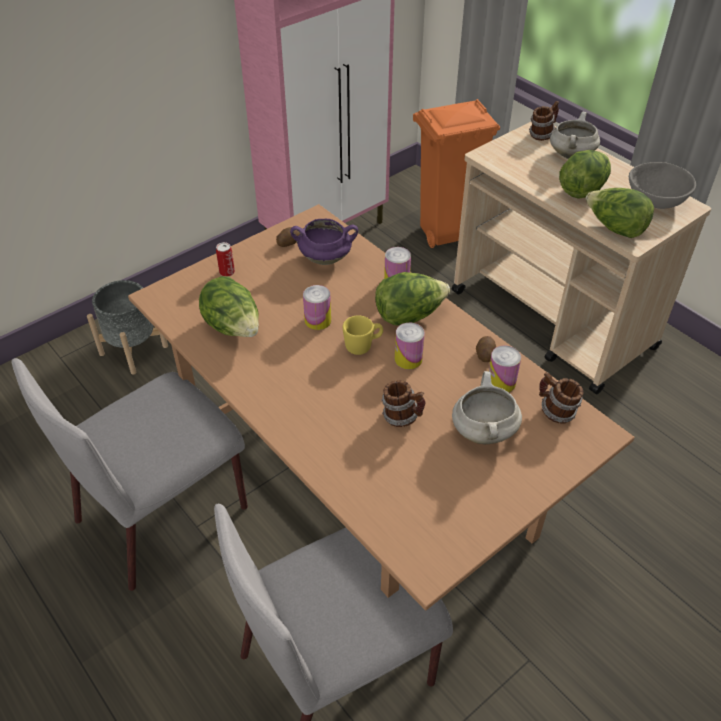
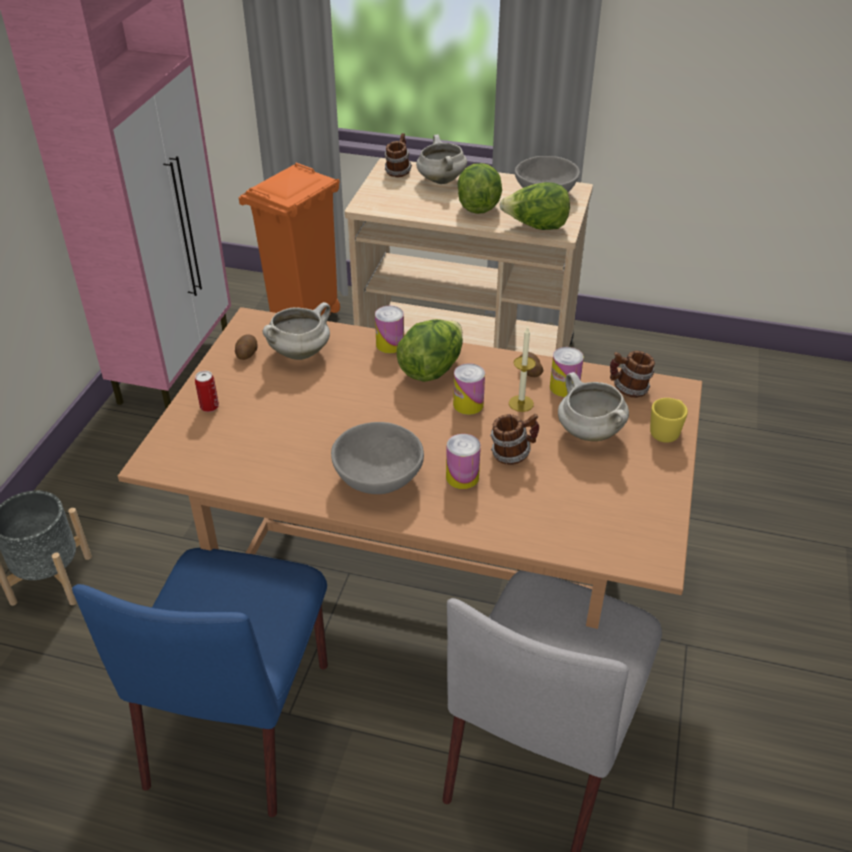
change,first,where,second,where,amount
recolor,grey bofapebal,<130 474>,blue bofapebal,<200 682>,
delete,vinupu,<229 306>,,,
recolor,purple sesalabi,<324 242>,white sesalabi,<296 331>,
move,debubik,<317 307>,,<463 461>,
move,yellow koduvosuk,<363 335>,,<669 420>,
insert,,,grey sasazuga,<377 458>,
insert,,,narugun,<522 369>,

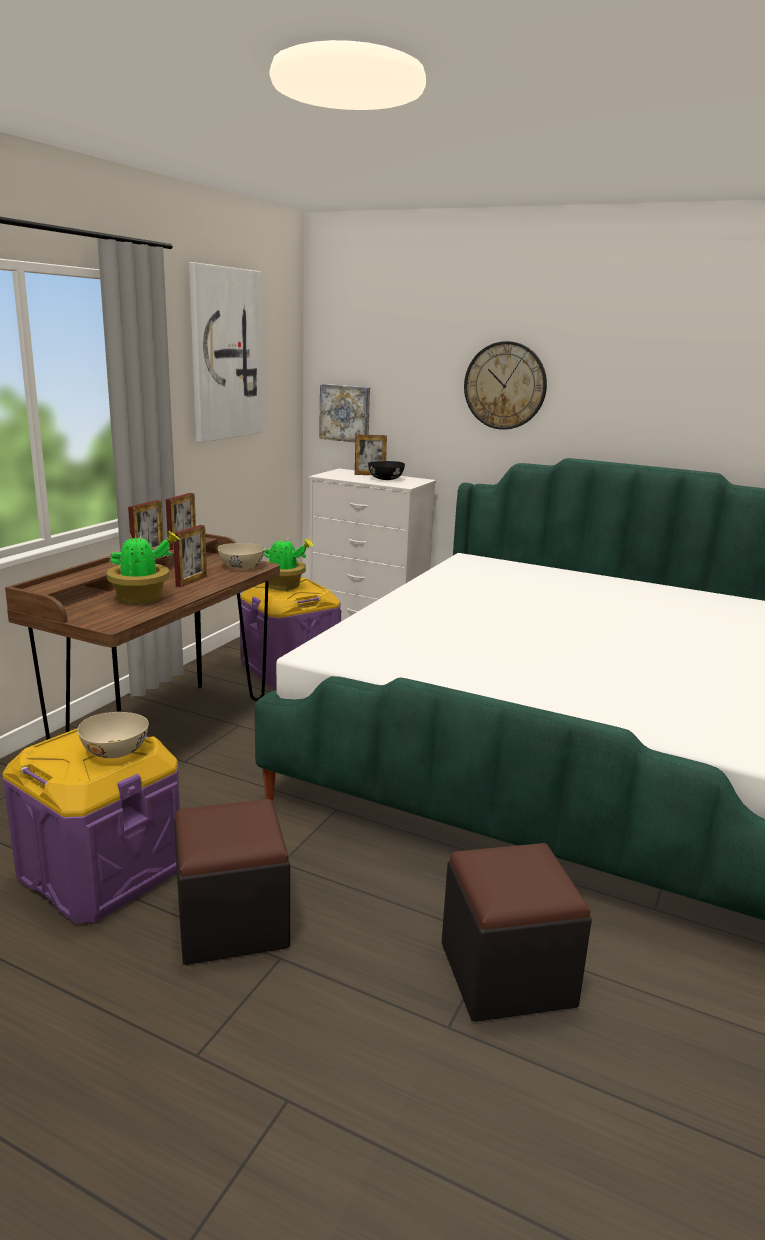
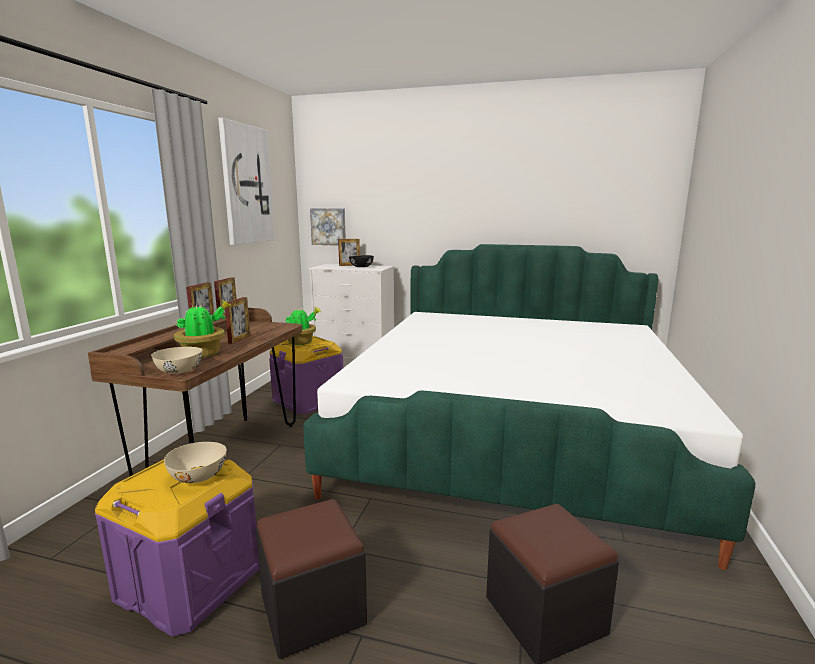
change,first,where,second,where,amount
move,beige sasazuga,<241 556>,,<176 360>,
delete,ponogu,<505 385>,,,

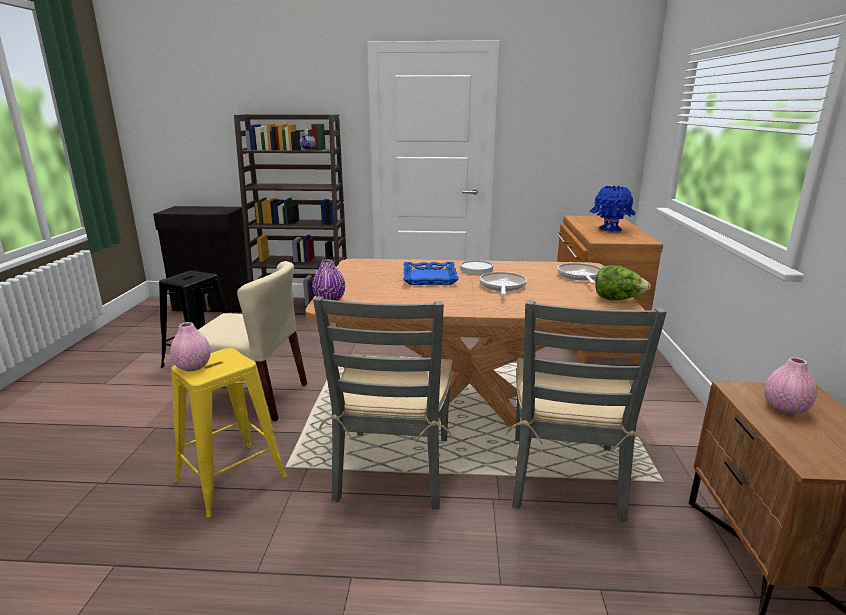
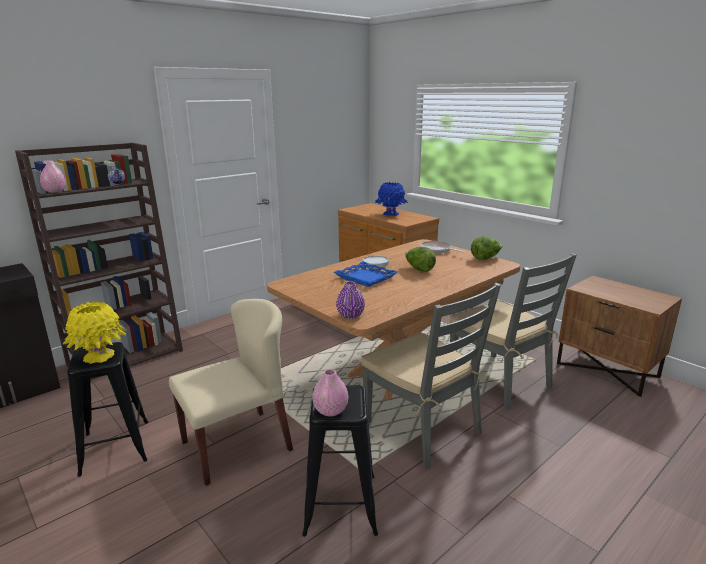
change,first,where,second,where,amount
recolor,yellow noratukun,<229 432>,black noratukun,<340 461>,
replace,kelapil,<503 283>,vinupu,<420 259>,
move,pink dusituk,<790 386>,,<53 176>,
insert,,,yellow dusituk,<94 332>,

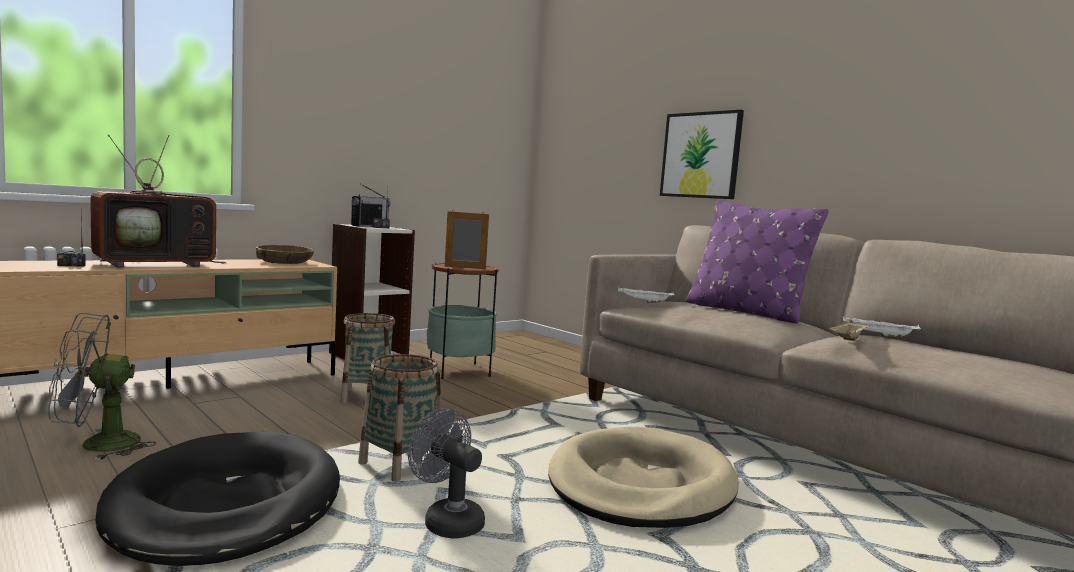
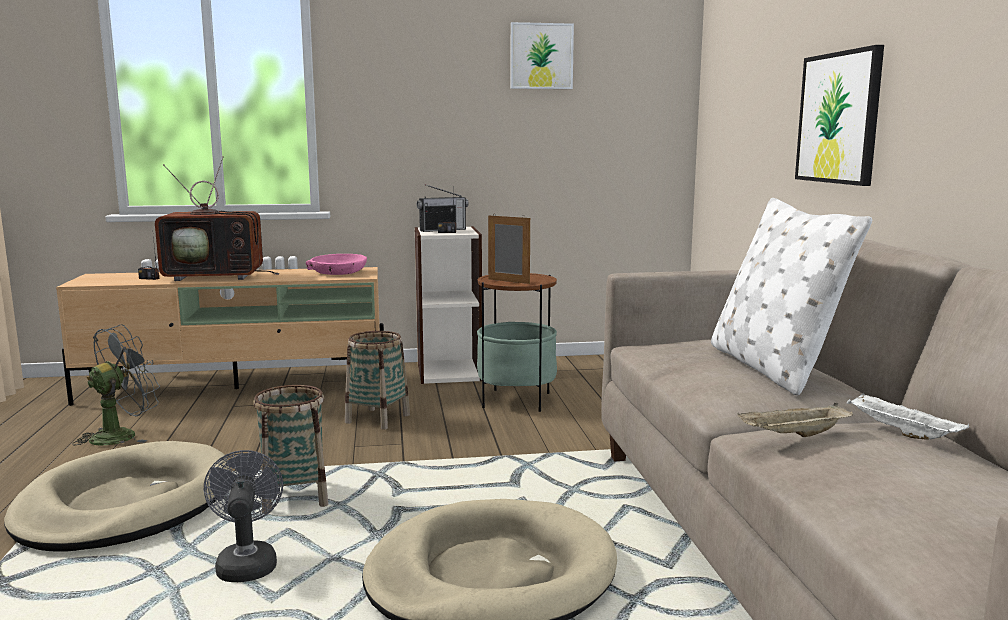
change,first,where,second,where,amount
rotate,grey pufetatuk,<102 386>,,<116 385>,120 degrees clockwise
recolor,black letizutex,<218 499>,beige letizutex,<117 496>,
recolor,brown sasazuga,<285 254>,pink sasazuga,<336 264>,
delete,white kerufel,<646 295>,,,
recolor,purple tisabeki,<756 261>,white tisabeki,<791 297>,
insert,,,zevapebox,<542 55>,

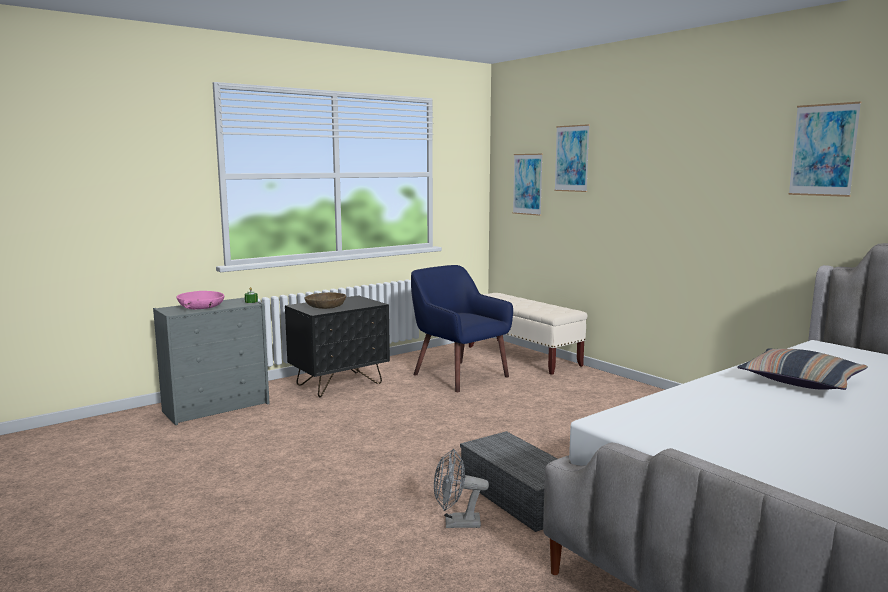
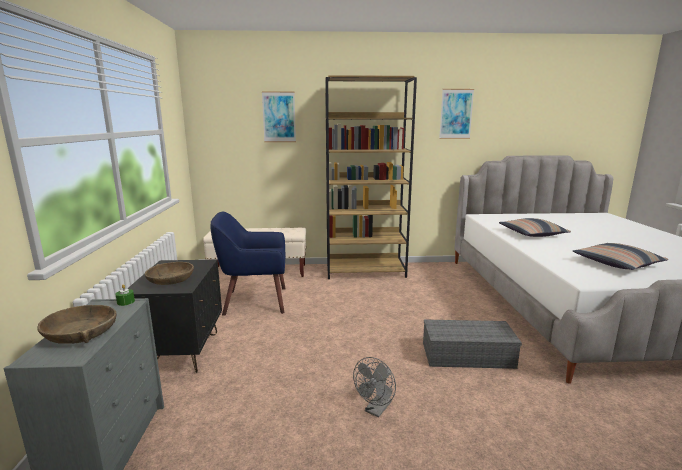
change,first,where,second,where,amount
recolor,pink sasazuga,<200 300>,brown sasazuga,<77 324>,
move,grey pufetatuk,<461 488>,,<374 387>,
delete,zevapebox,<528 185>,,,
insert,,,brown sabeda,<371 177>,
insert,,,tisabeki,<620 256>,

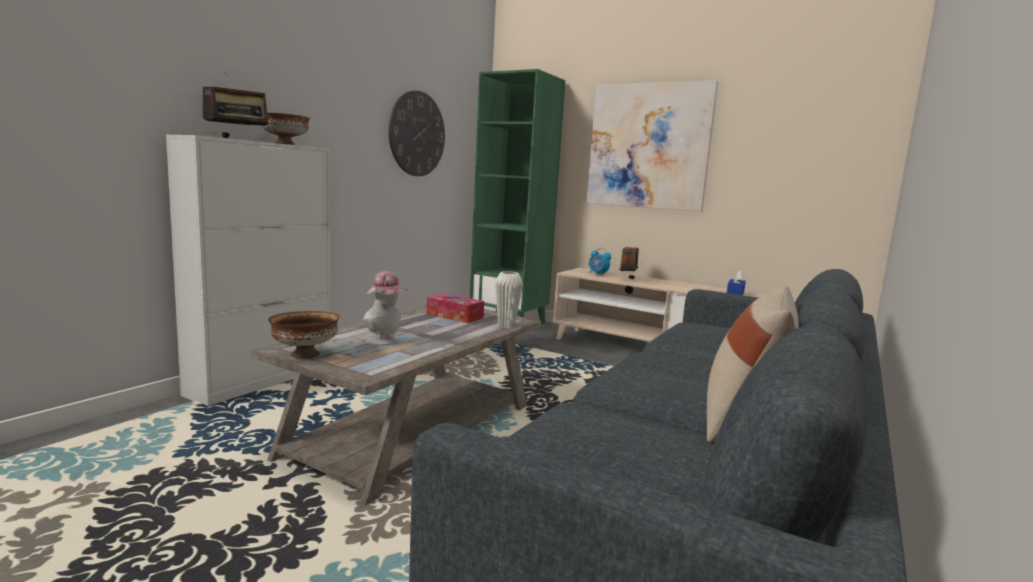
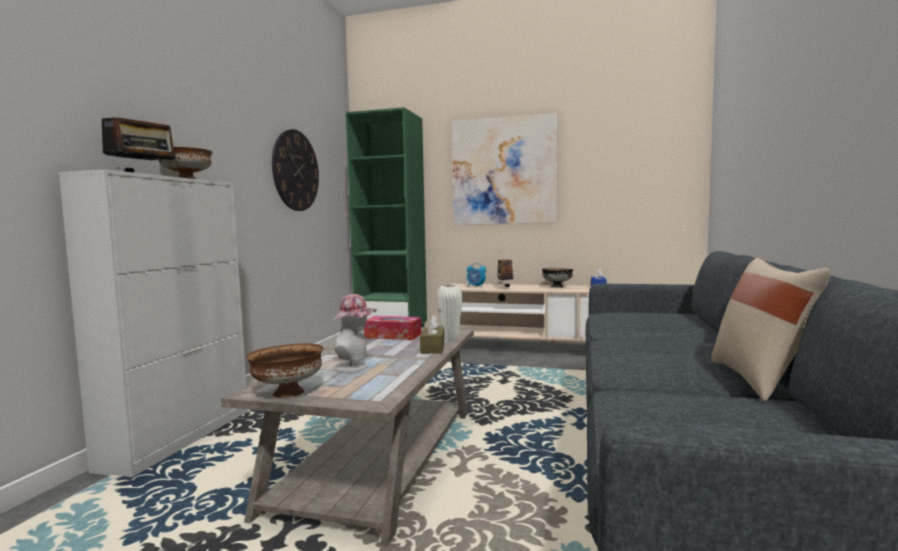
change,first,where,second,where,amount
insert,,,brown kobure,<432 334>,
insert,,,black sasazuga,<557 278>,

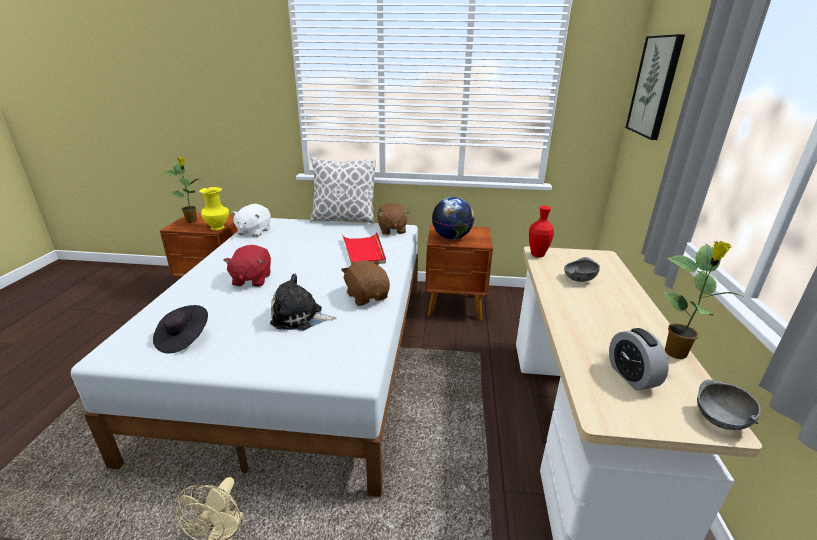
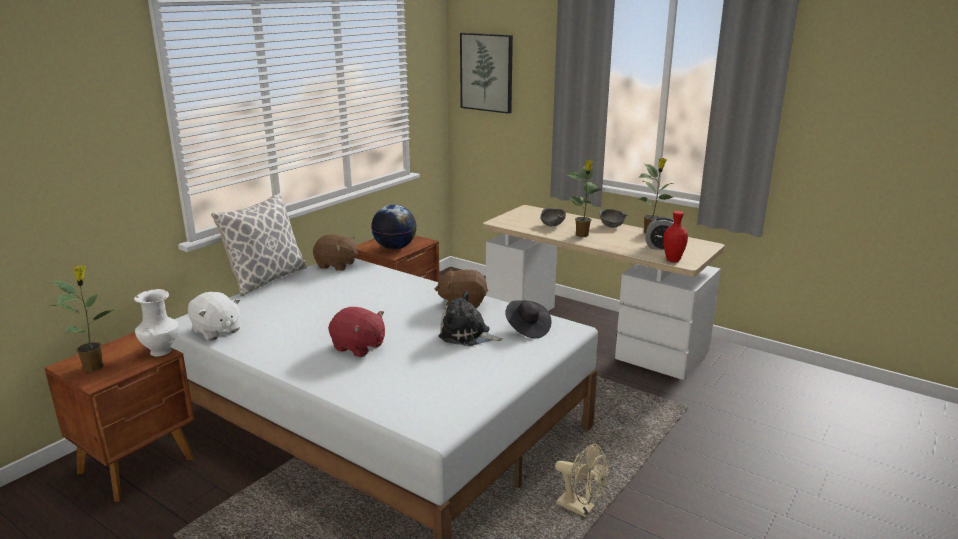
change,first,where,second,where,amount
move,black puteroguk,<180 329>,,<528 319>,
recolor,yellow dusituk,<214 208>,white dusituk,<156 322>,
rotate,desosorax,<303 302>,,<471 318>,75 degrees clockwise
delete,red kerufel,<364 248>,,,
move,red dusituk,<541 232>,,<675 236>,
move,grey sasazuga,<729 404>,,<613 218>,
insert,,,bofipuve,<585 198>,

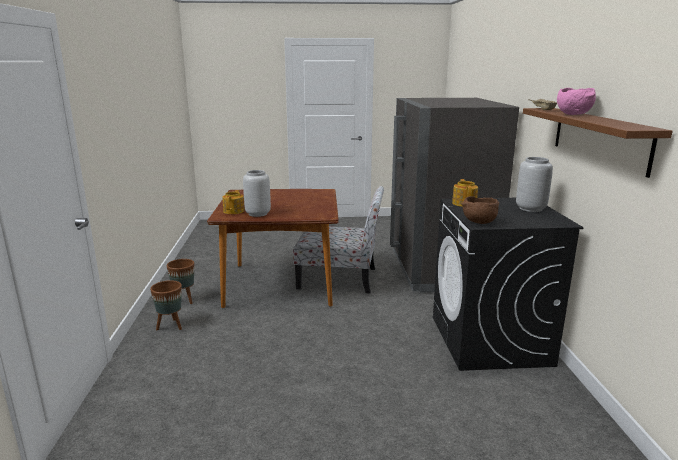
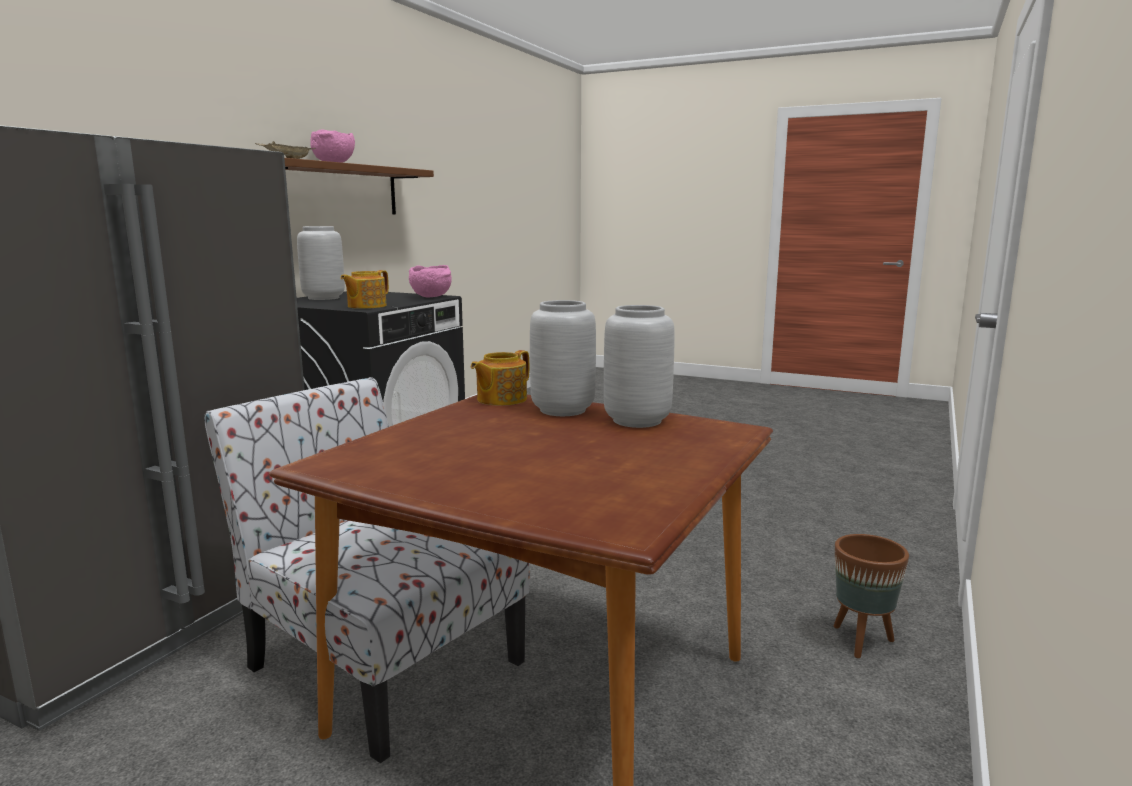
change,first,where,second,where,amount
delete,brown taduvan,<181 281>,,,
move,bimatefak,<233 202>,,<500 378>,
recolor,brown sasazuga,<480 210>,pink sasazuga,<430 281>,
insert,,,grey dusituk,<563 358>,

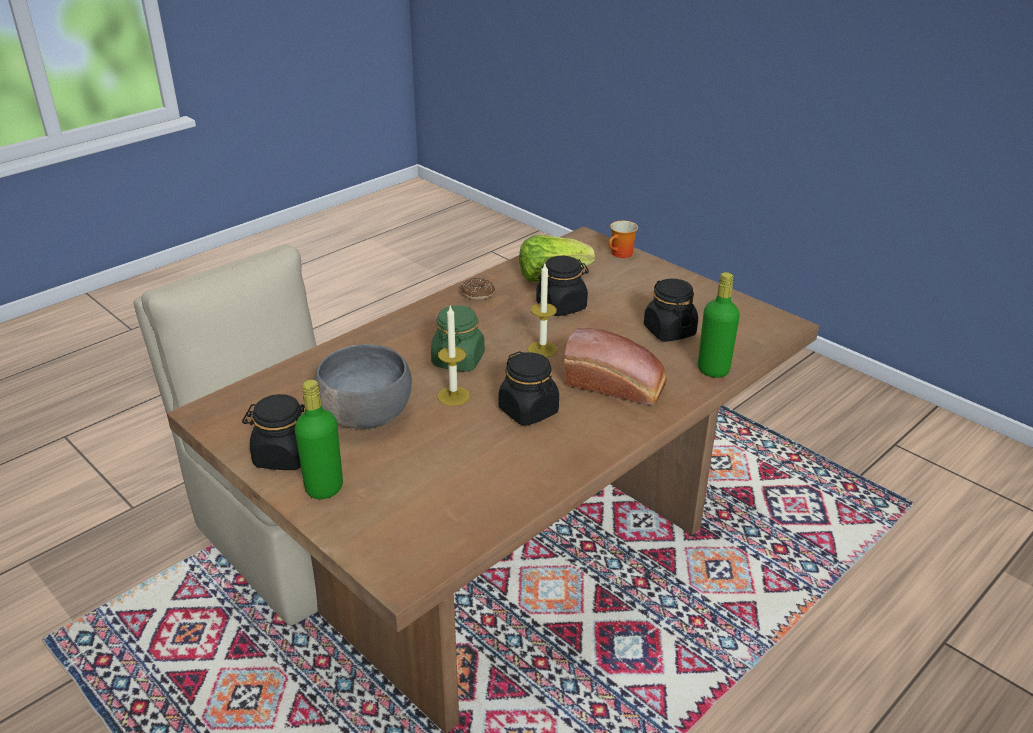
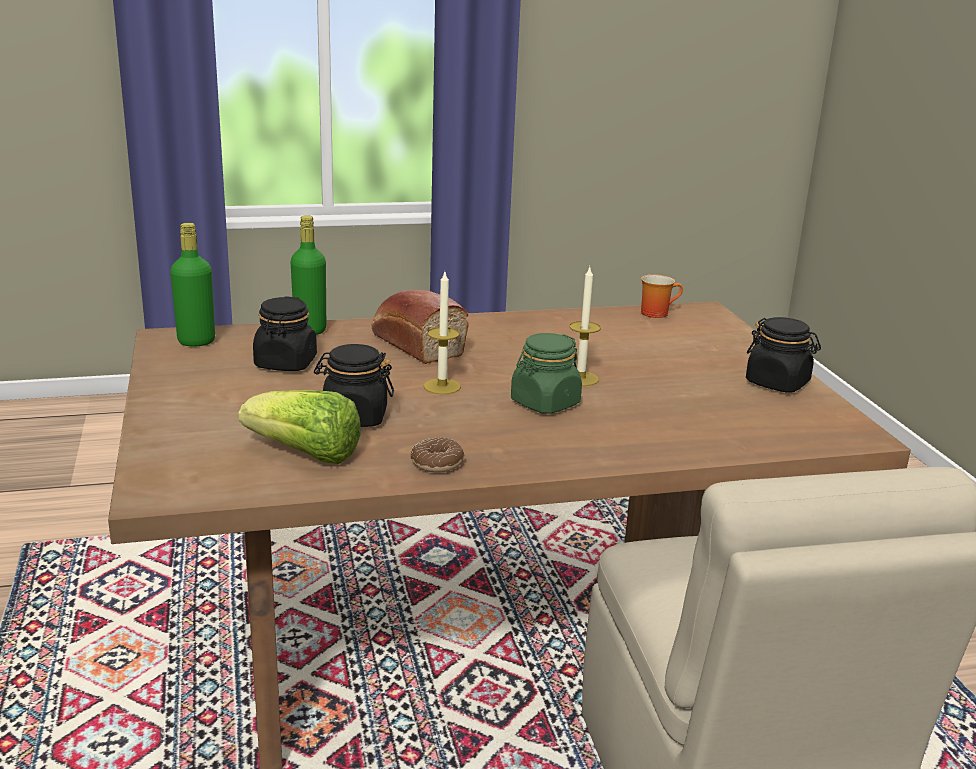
change,first,where,second,where,amount
move,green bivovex,<319 439>,,<192 285>,
delete,grey sasazuga,<363 386>,,,
delete,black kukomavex,<529 388>,,,
move,koduvosuk,<623 239>,,<662 296>,

